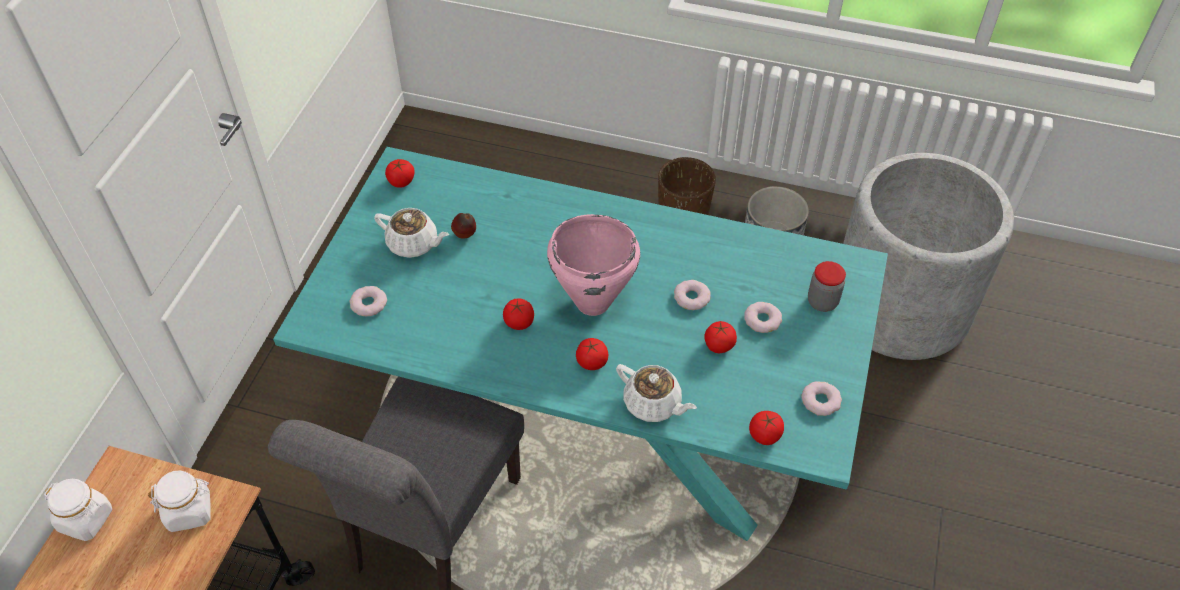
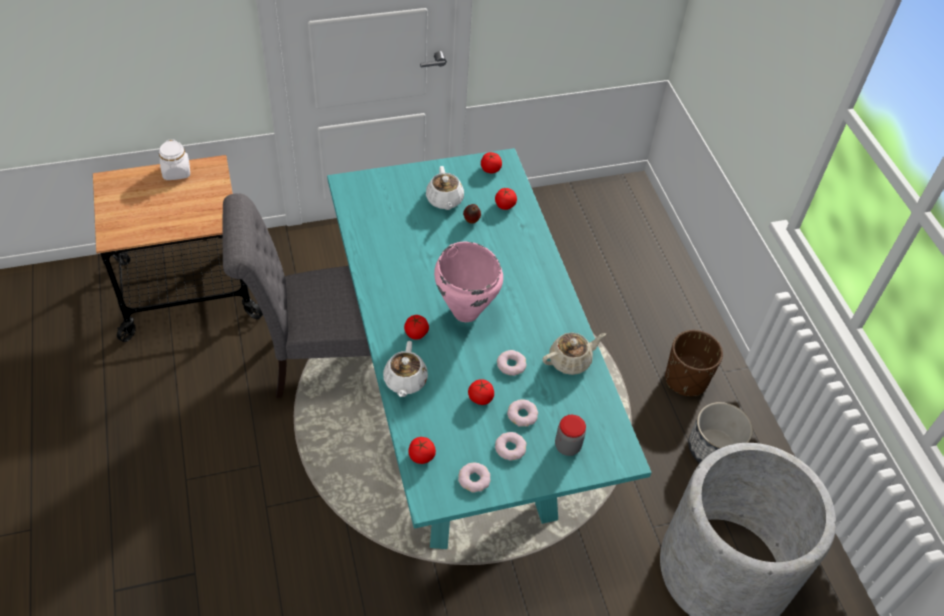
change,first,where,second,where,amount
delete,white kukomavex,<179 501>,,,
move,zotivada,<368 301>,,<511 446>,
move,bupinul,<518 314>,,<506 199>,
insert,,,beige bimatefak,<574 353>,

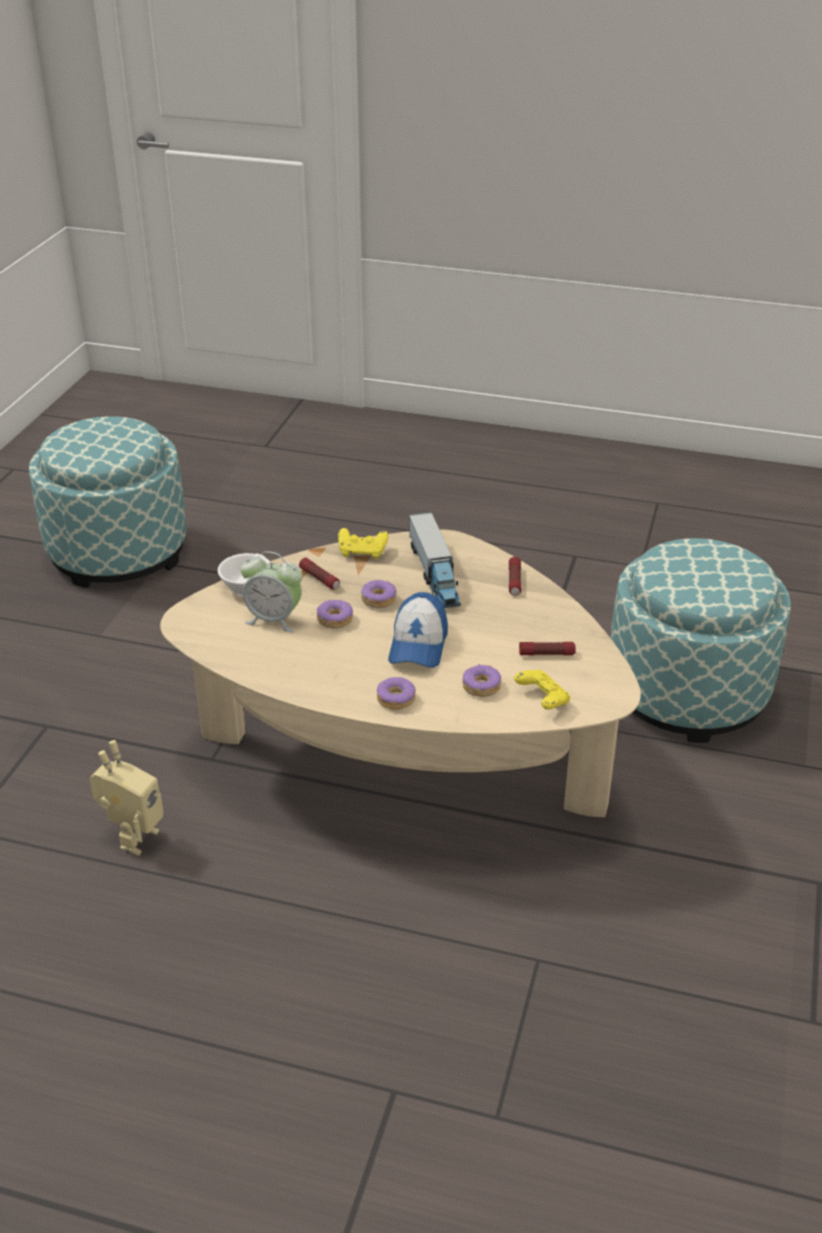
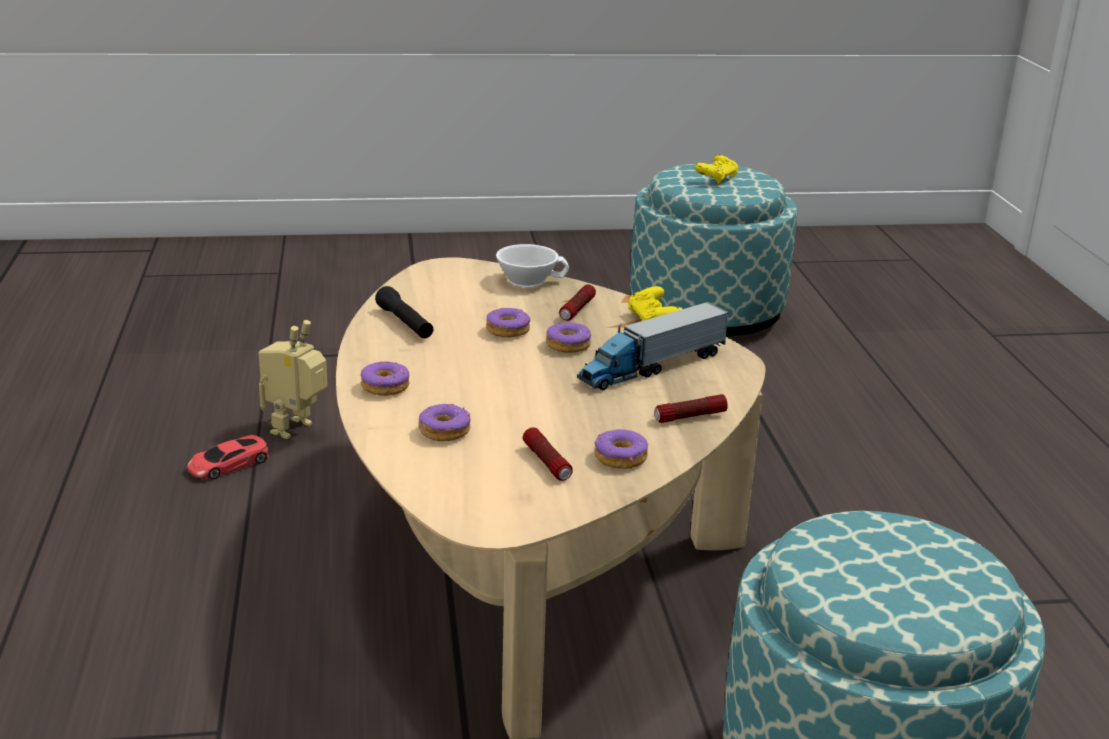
change,first,where,second,where,amount
rotate,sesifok,<126 798>,,<293 379>,120 degrees clockwise
delete,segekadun,<271 591>,,,
delete,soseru,<418 630>,,,
move,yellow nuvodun,<542 690>,,<716 169>,
insert,,,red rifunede,<228 457>,
insert,,,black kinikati,<404 312>,
insert,,,zotivada,<621 449>,

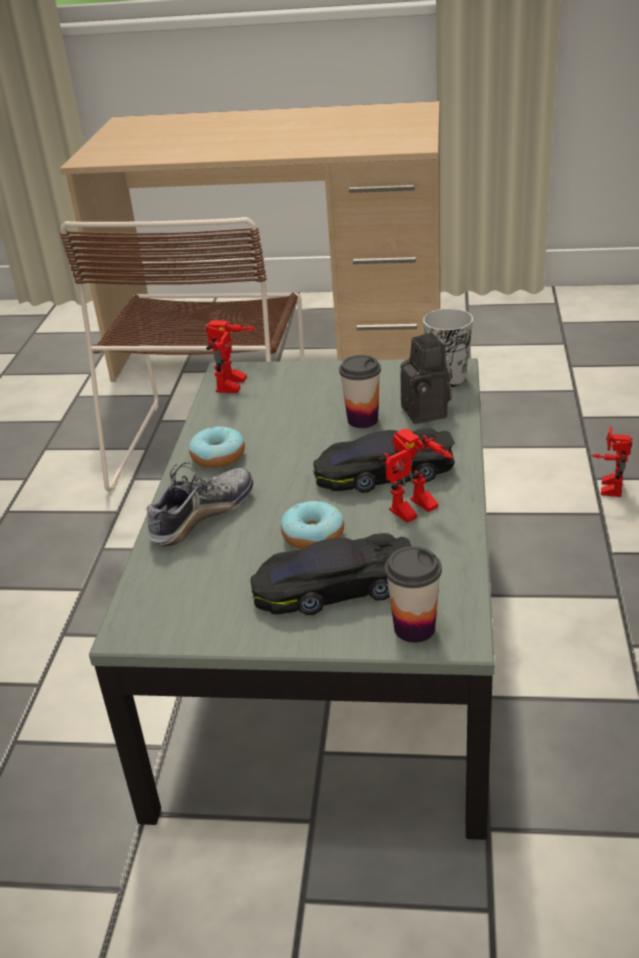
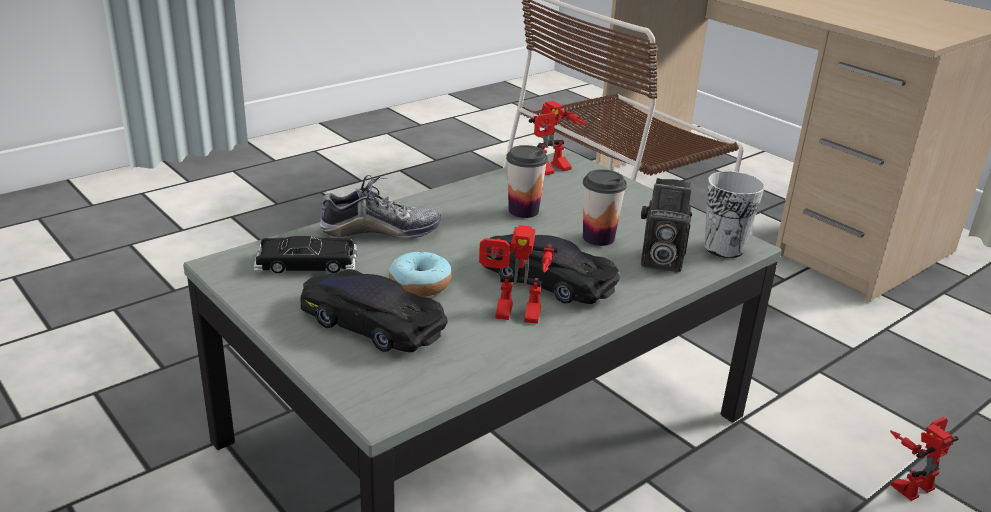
change,first,where,second,where,amount
delete,zotivada,<217 447>,,,
move,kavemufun,<413 594>,,<527 181>,
rotate,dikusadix,<426 377>,,<666 225>,75 degrees clockwise
insert,,,black rifunede,<305 254>,

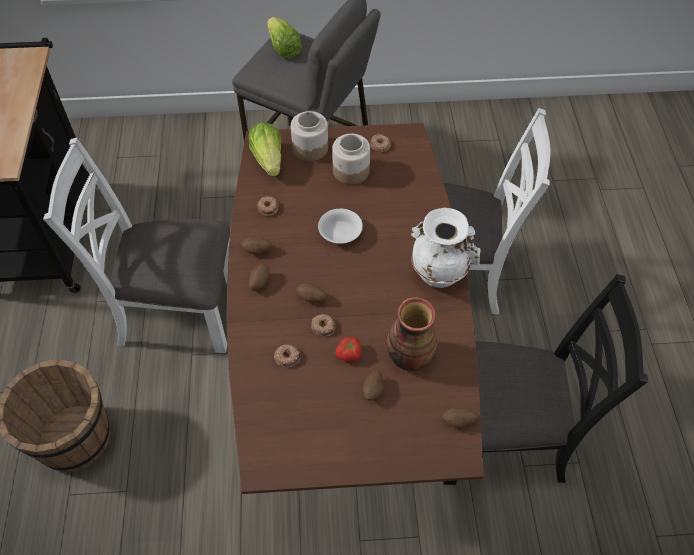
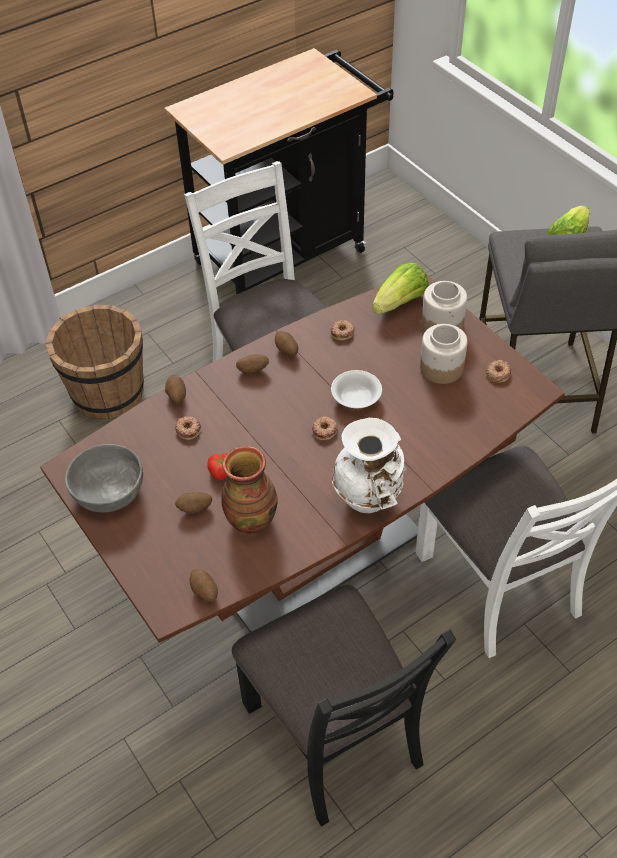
change,first,where,second,where,amount
move,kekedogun,<311 293>,,<175 389>,
move,zotivada,<323 325>,,<325 428>,
insert,,,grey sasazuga,<104 478>,

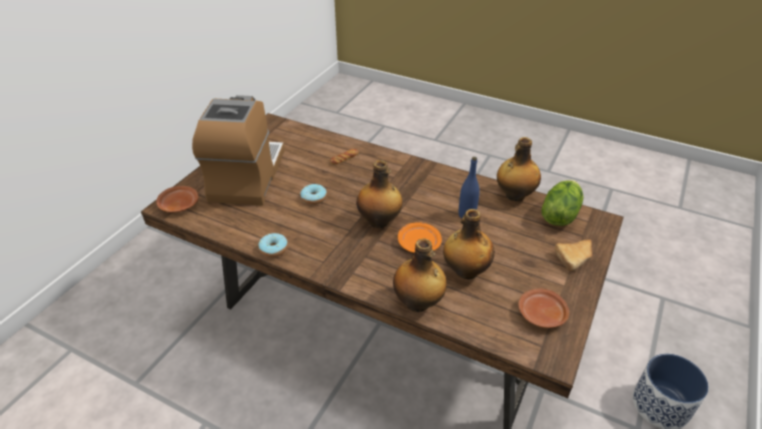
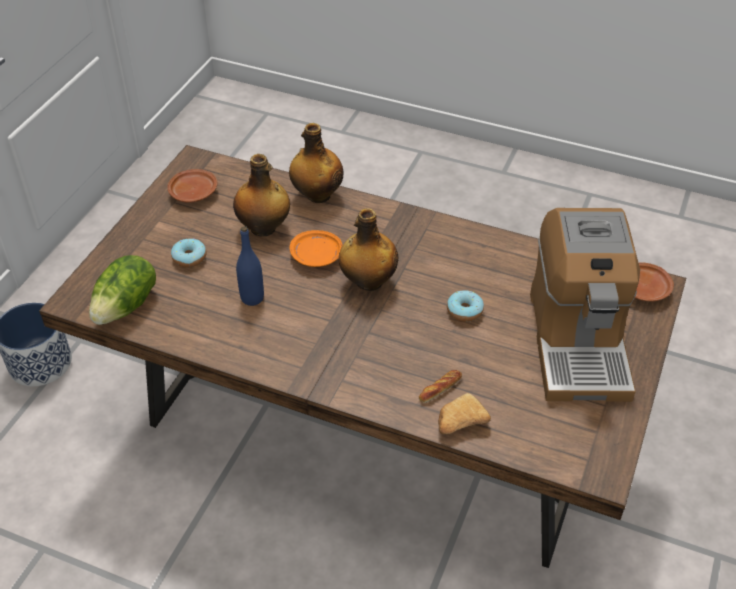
change,first,where,second,where,amount
move,zotivada,<273 245>,,<189 253>,
delete,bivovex,<519 169>,,,
move,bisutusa,<574 255>,,<464 413>,

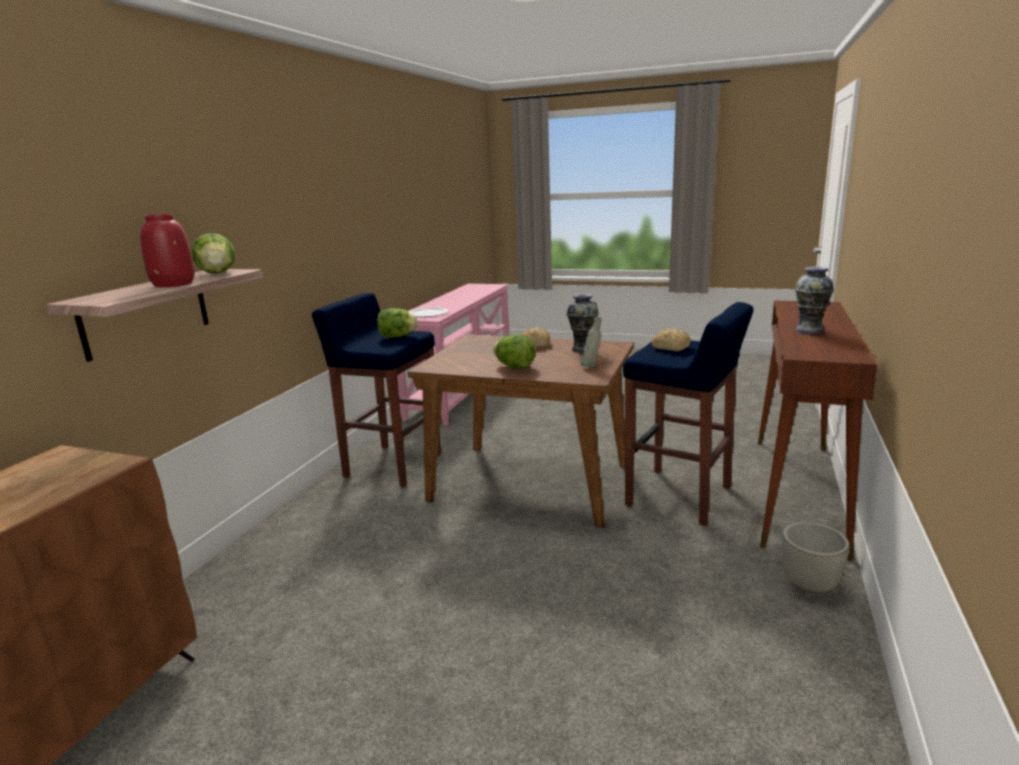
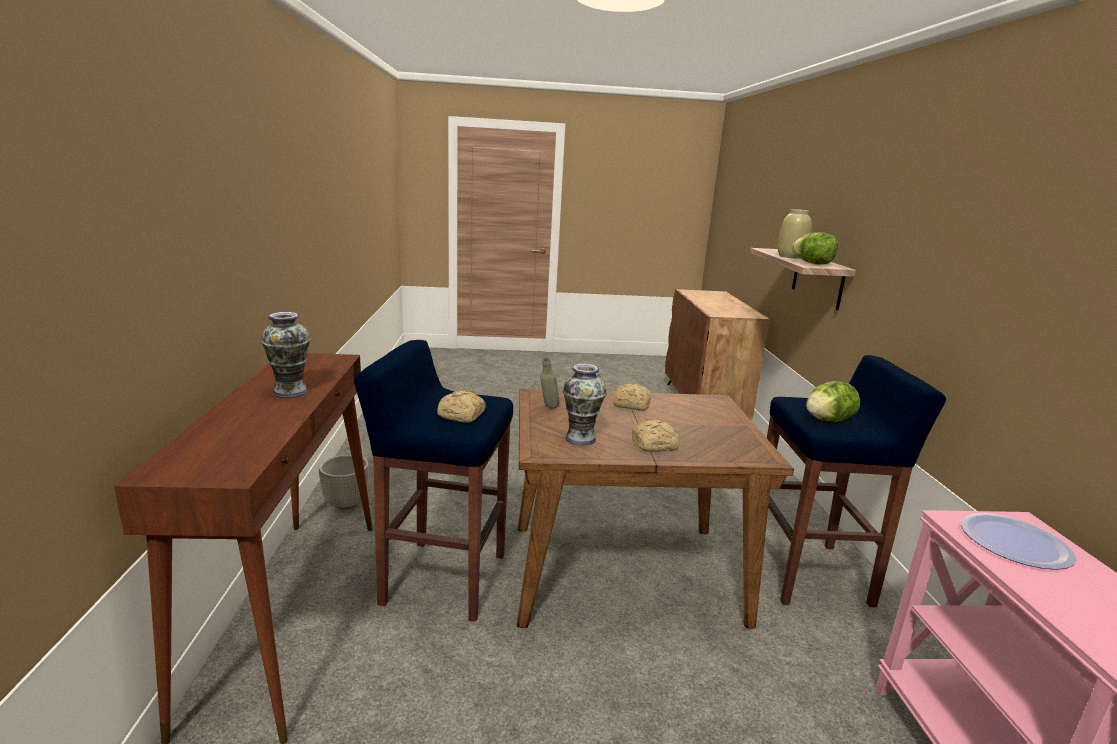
change,first,where,second,where,amount
recolor,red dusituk,<167 250>,beige dusituk,<795 234>,
replace,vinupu,<514 351>,bisutusa,<632 397>,

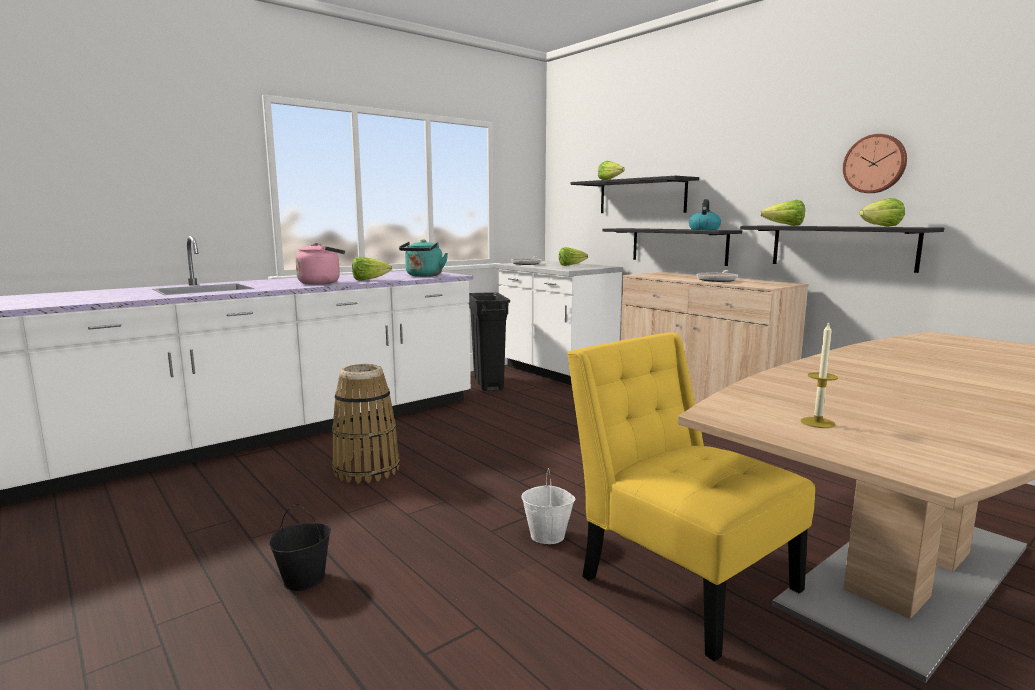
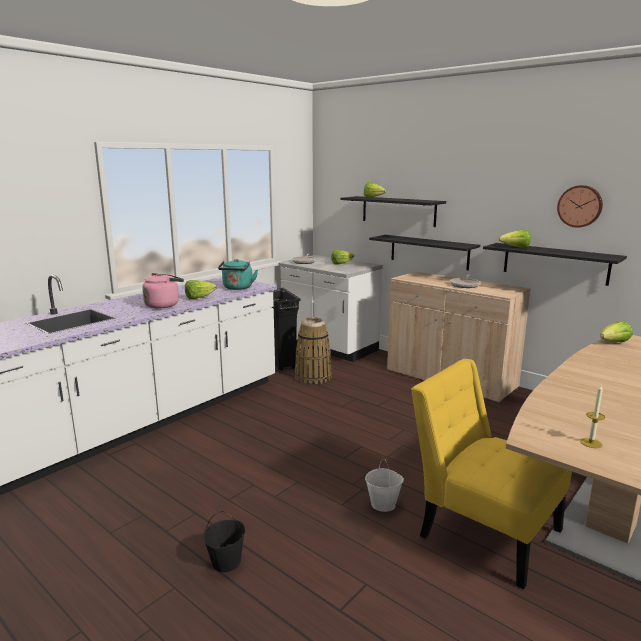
change,first,where,second,where,amount
move,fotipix,<366 424>,,<313 350>,
delete,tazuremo,<705 214>,,,
move,vinupu,<882 212>,,<616 331>,

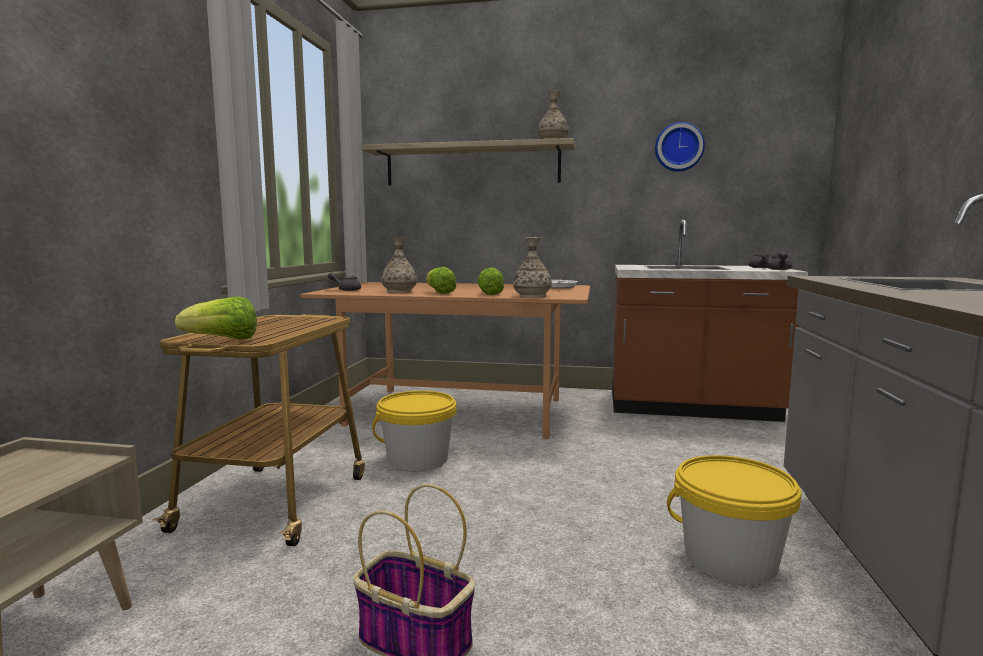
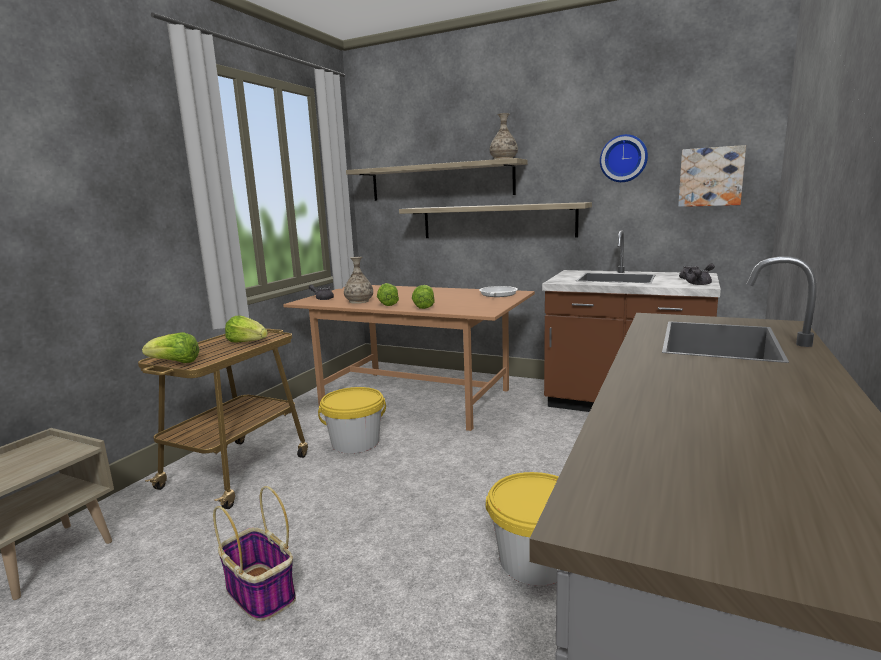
change,first,where,second,where,amount
delete,dusituk,<532 267>,,,
insert,,,vinupu,<246 329>,
insert,,,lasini,<495 220>,
insert,,,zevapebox,<712 176>,

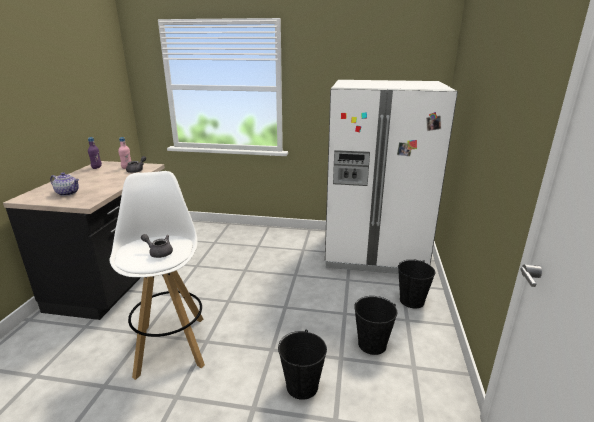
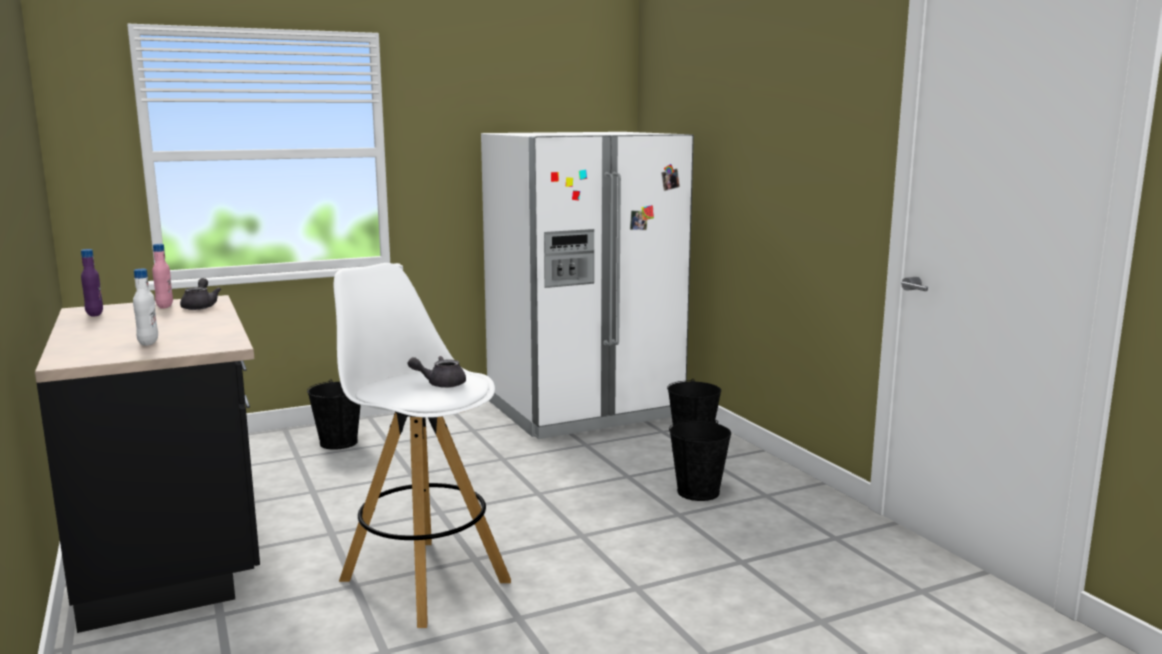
change,first,where,second,where,amount
replace,bimatefak,<64 184>,white bivovex,<145 307>,
move,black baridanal,<302 365>,,<334 414>,

